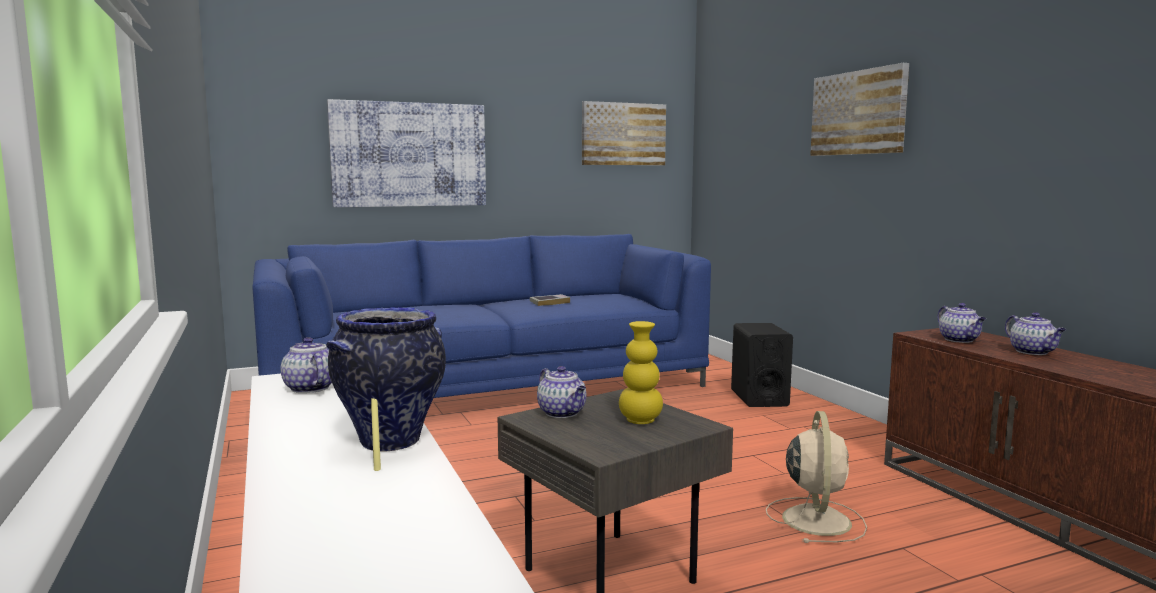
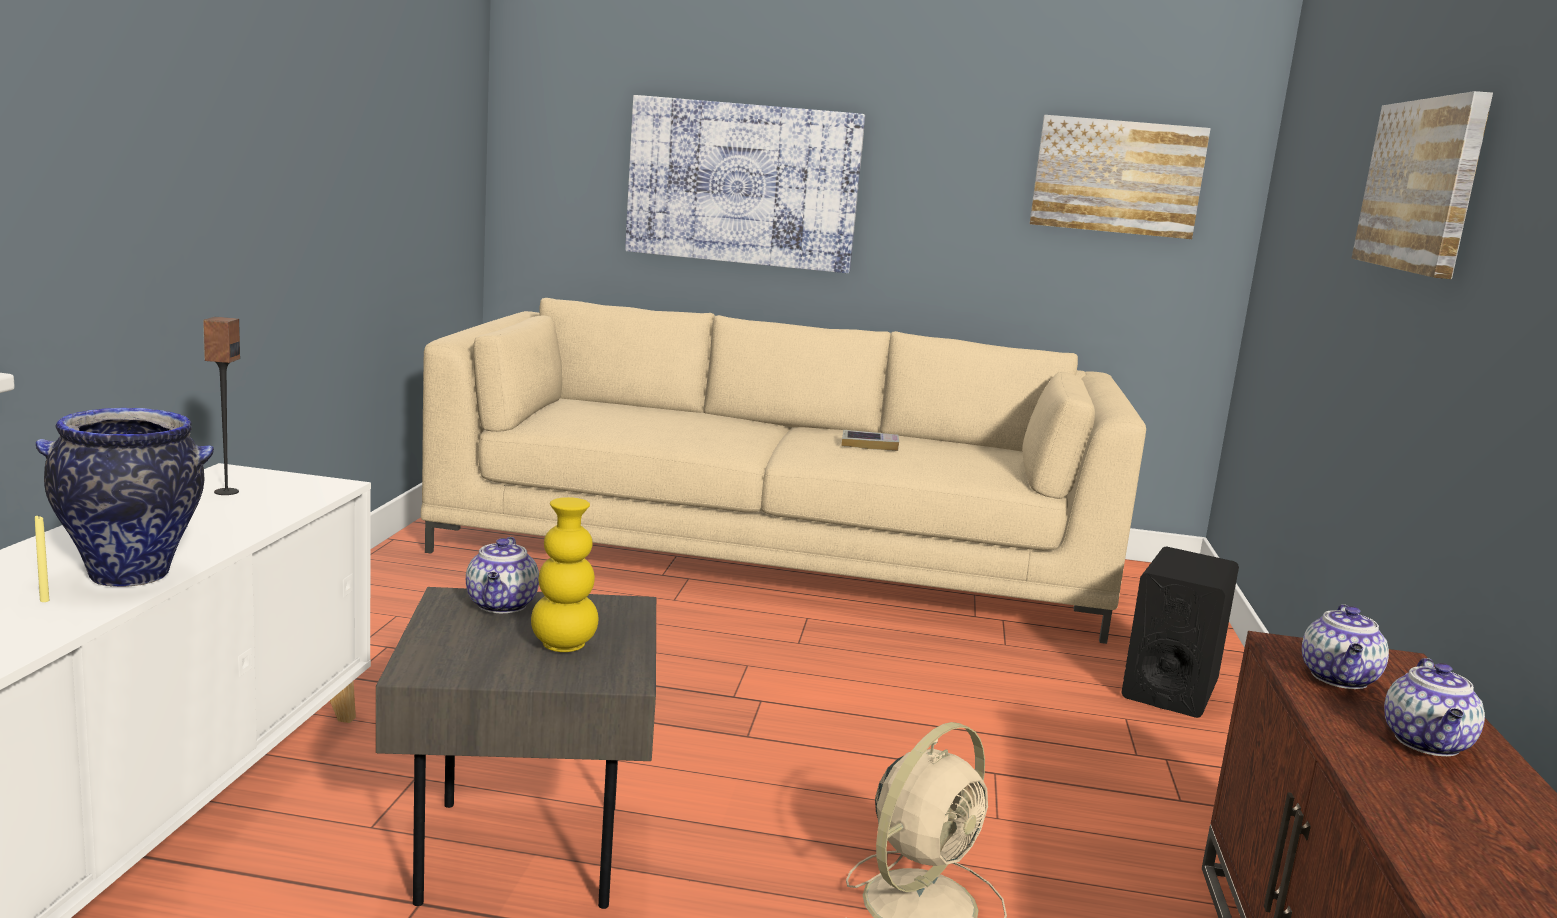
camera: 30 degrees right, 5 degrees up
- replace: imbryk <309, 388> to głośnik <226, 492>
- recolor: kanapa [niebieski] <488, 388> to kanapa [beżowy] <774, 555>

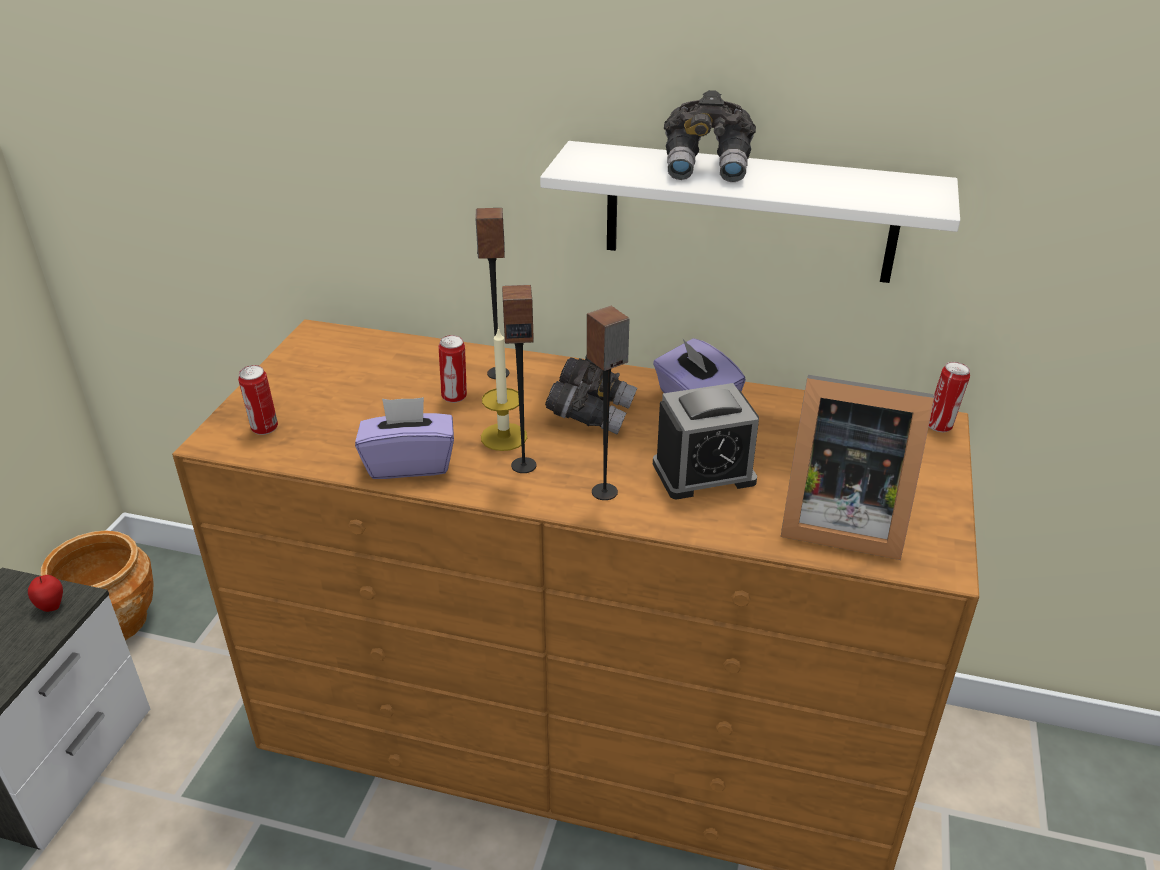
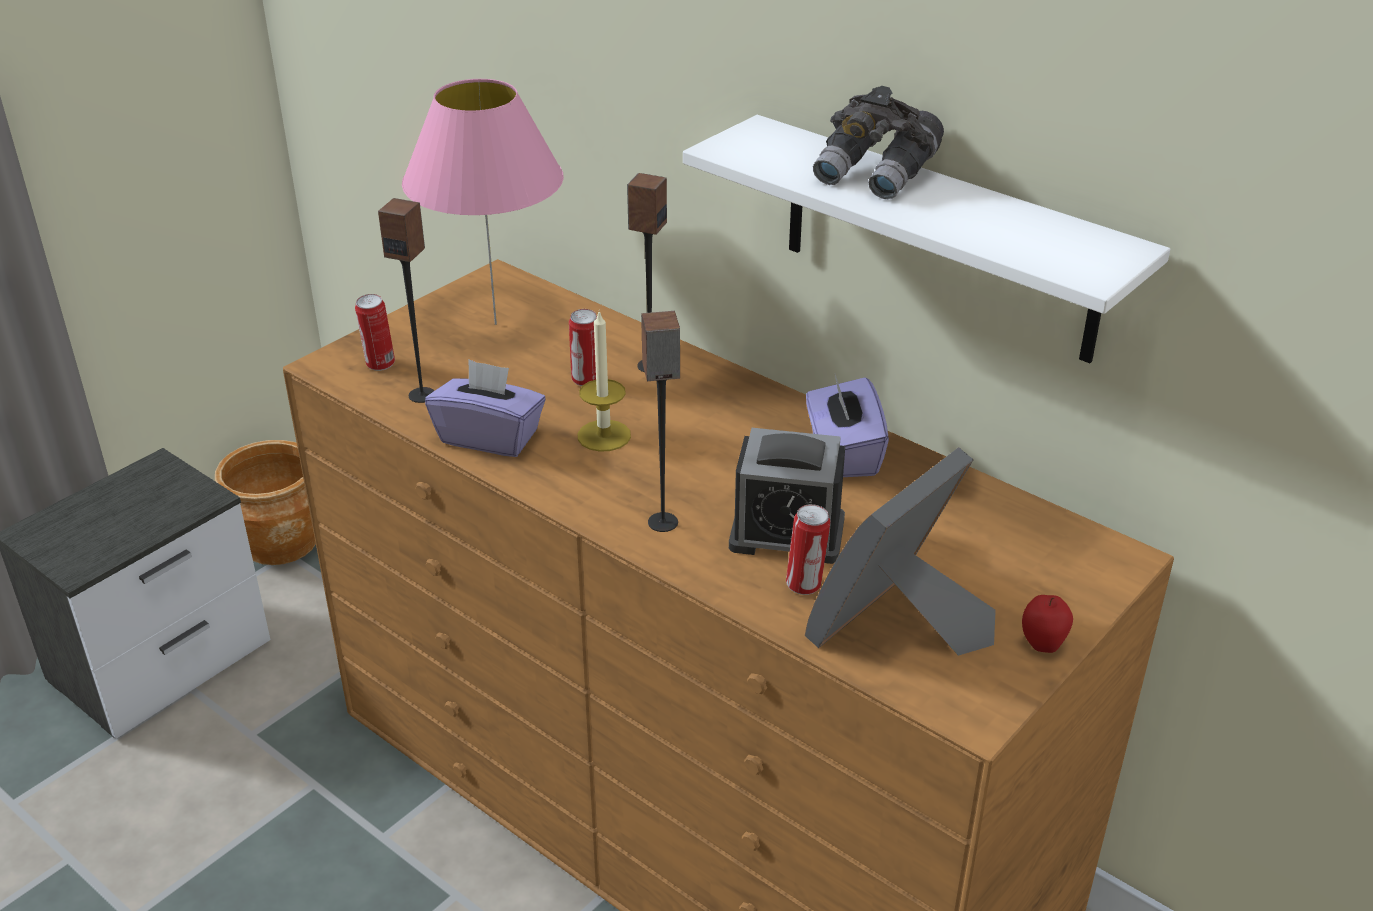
camera: 25 degrees right, 0 degrees up
- delete: lornetka [szary] <591, 413>
- insert: lampa stołowa [różowy] <496, 324>
- move: jabłko <51, 606> to <1042, 644>
- move: głośnik <523, 465> to <422, 395>
- move: puszka <940, 426> to <805, 585>
- rotate: ramka na zdjęcie <838, 520> = <897, 628> 90 degrees clockwise

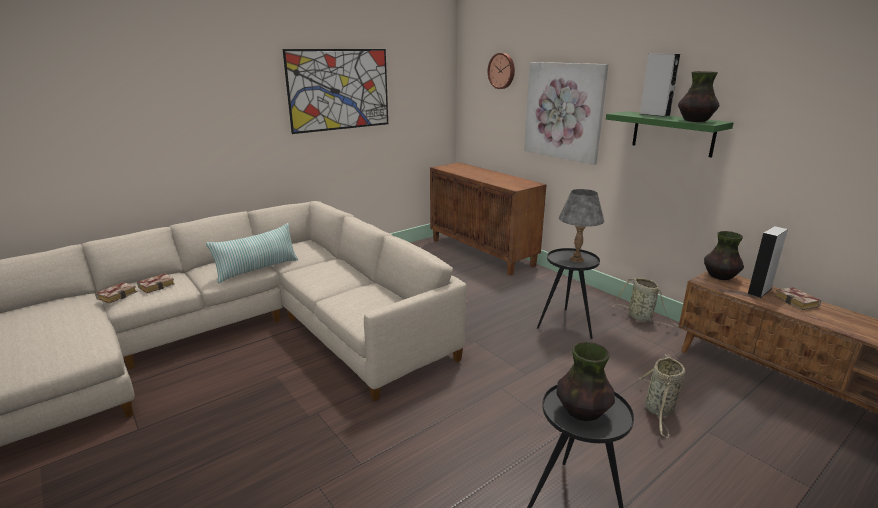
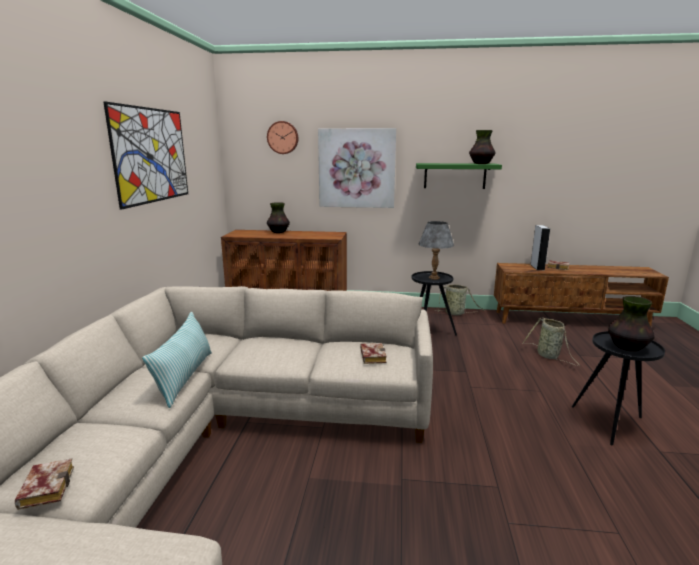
camera: 45 degrees left, 5 degrees down
- delete: głośnik [szary] <654, 114>
- move: książka <157, 285> to <371, 356>
- move: wazon <720, 276> to <278, 232>

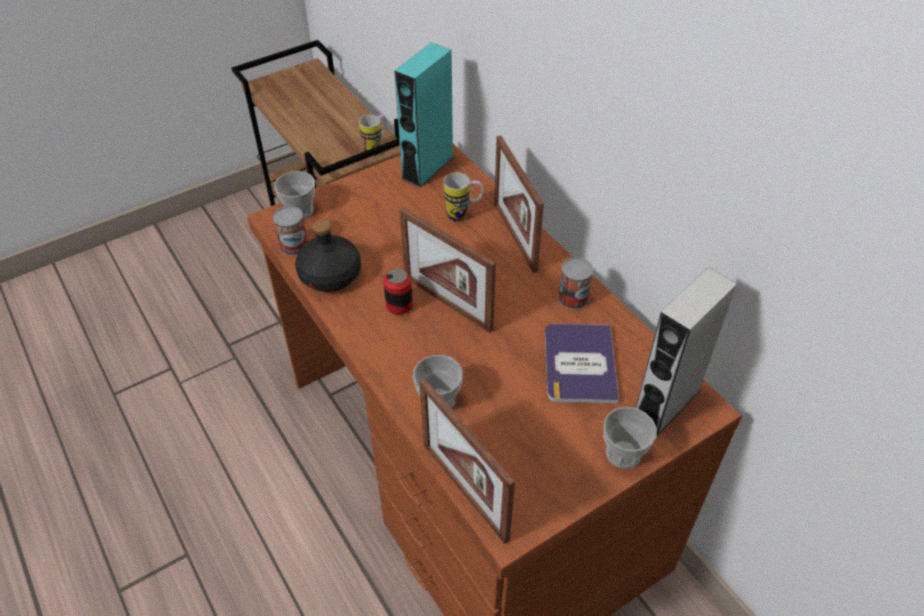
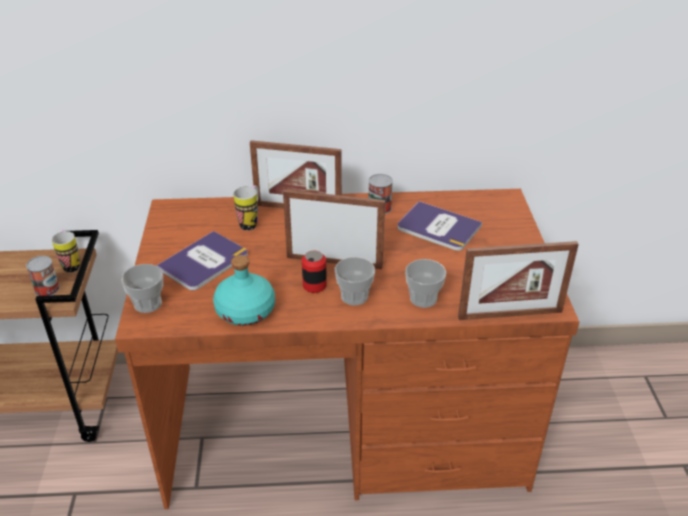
camera: 60 degrees left, 10 degrees down
- delete: głośnik [turkusowy] <427, 167>
- delete: głośnik [szary] <666, 404>
- insert: książka <204, 262>
- move: puszka <293, 245> to <47, 289>
- move: filiżanka <623, 453> to <354, 296>
- recolor: butelka [czarny] <330, 275> to butelka [turkusowy] <246, 311>
- rotate: ramka na zdjęcie <447, 303> = <334, 262> 150 degrees counterclockwise

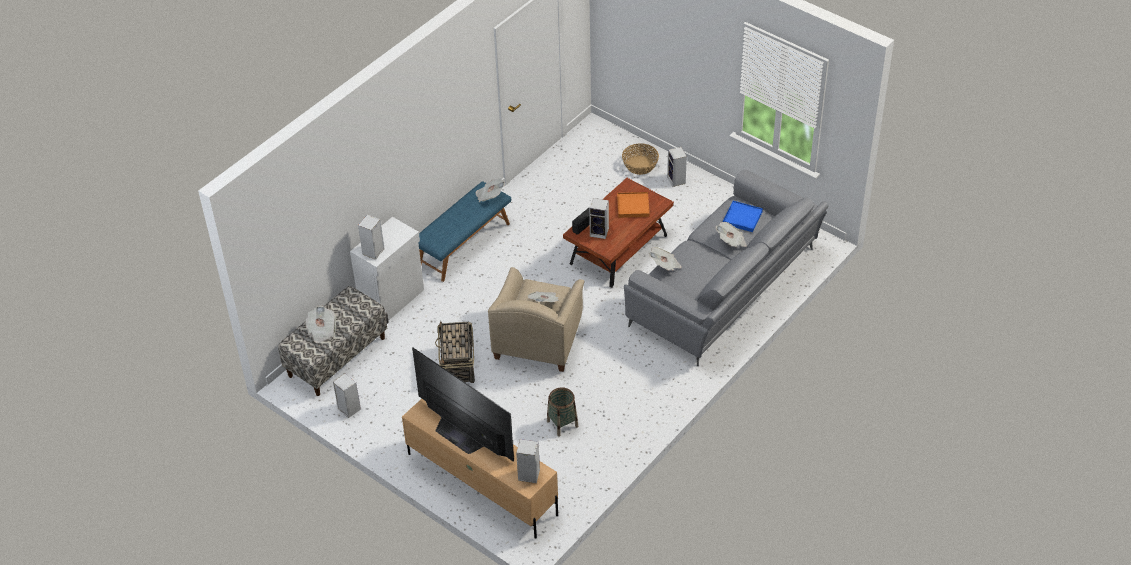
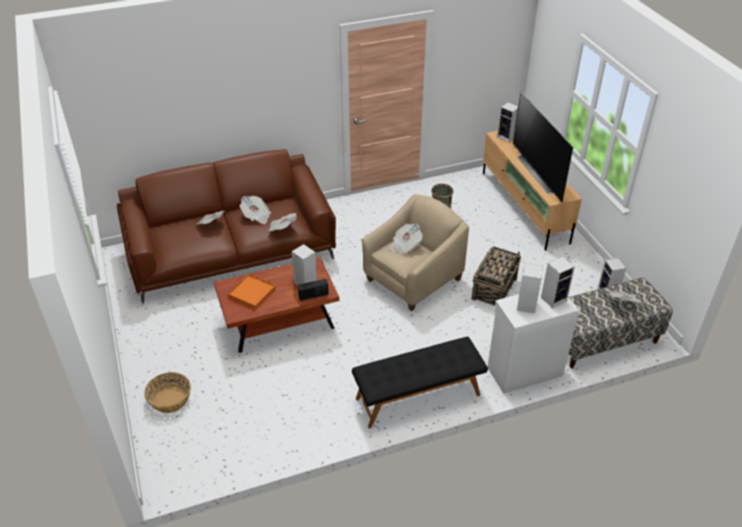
camera: 150 degrees left, 5 degrees down
- delete: taca [niebieski] <742, 218>
- move: gazeta <490, 196> to <256, 216>
- move: głośnik <677, 180> to <526, 304>
- recolor: ławka [niebieski] <463, 244> to ławka [czarny] <418, 397>
- recolor: kanapa [szary] <725, 289> to kanapa [brązowy] <232, 252>

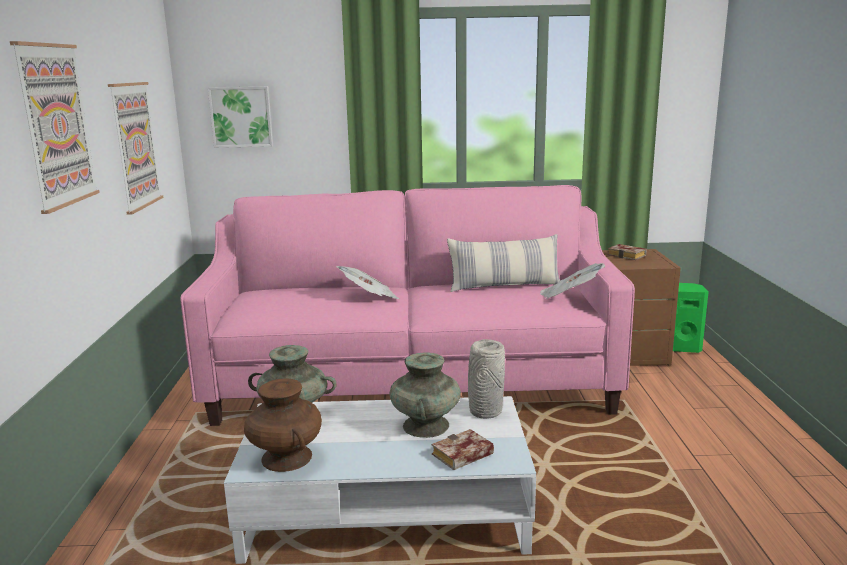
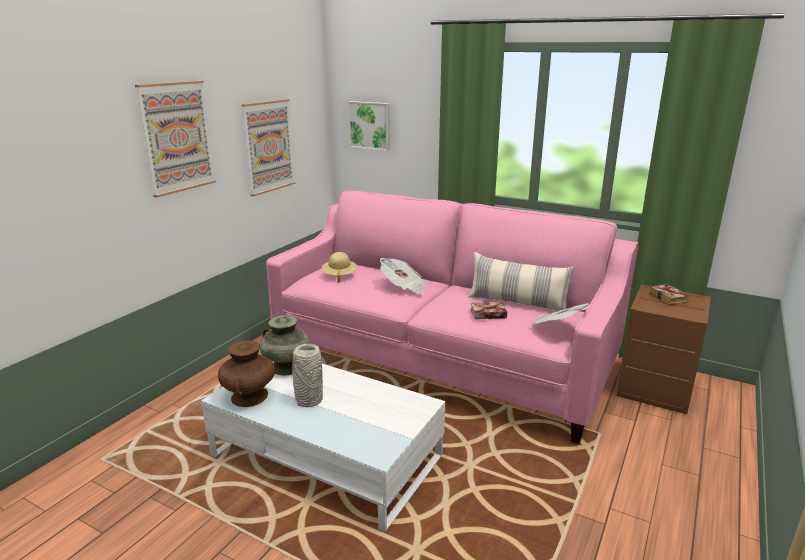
camera: 30 degrees right, 5 degrees up
- delete: wazon [turkusowy] <425, 426>
- delete: głośnik [zielony] <682, 347>
- insert: kapelusz [beżowy] <339, 275>
- move: książka <461, 456> to <487, 315>
- move: wazon [szary] <484, 411> to <308, 400>

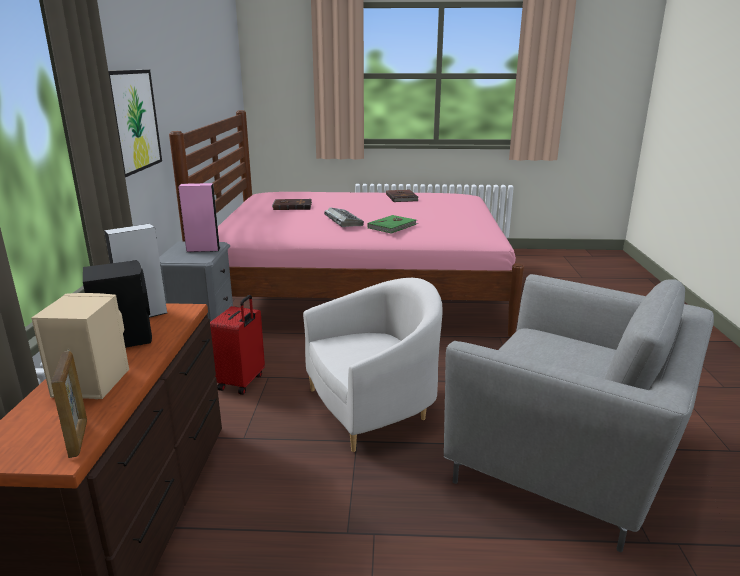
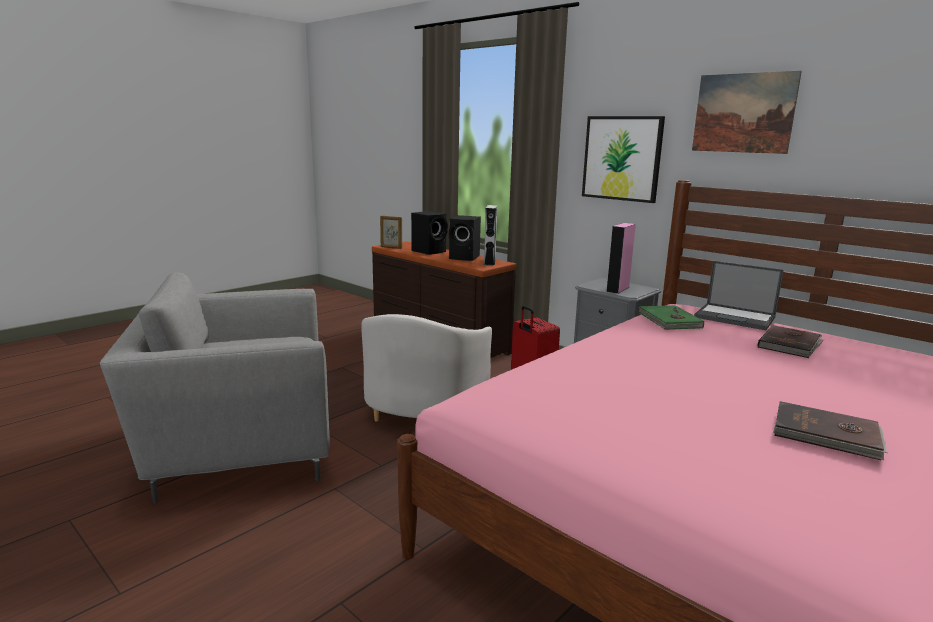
camera: 130 degrees right, 5 degrees down
- delete: klawiatura <343, 221>
- insert: obraz <743, 113>
- insert: laptop <735, 317>
- move: książka [zielony] <393, 226> to <669, 320>
- recolor: głośnik [beżowy] <89, 382> to głośnik [czarny] <429, 251>

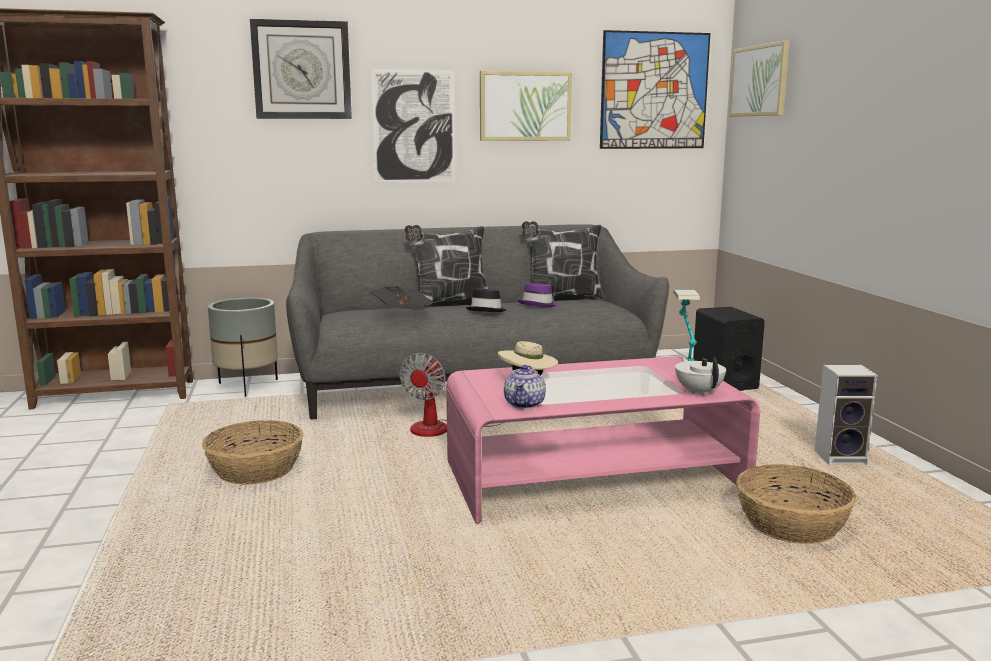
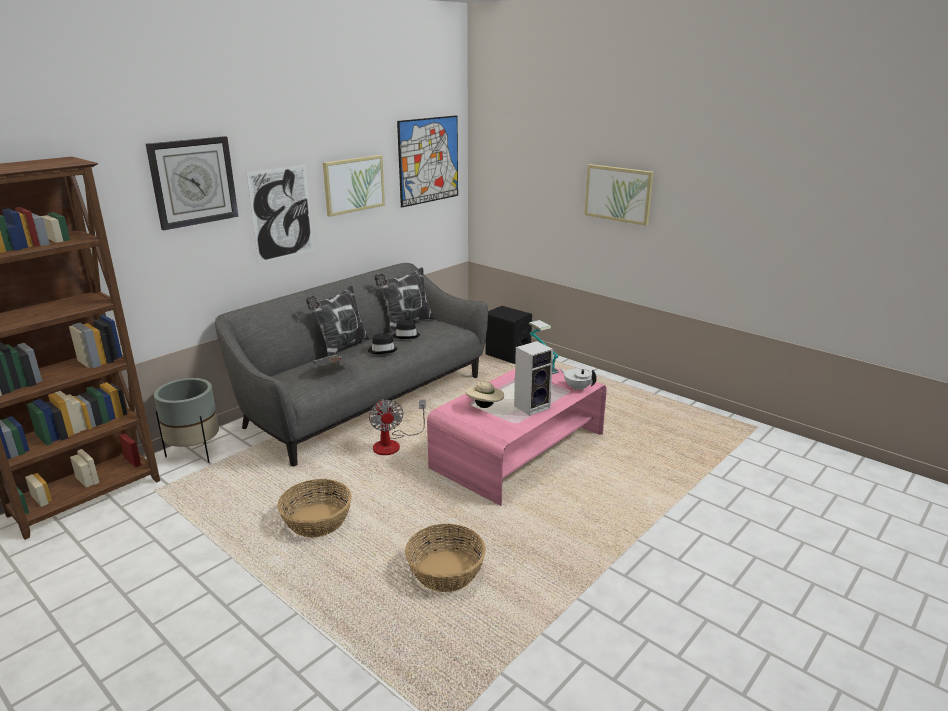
camera: 35 degrees left, 10 degrees up
- delete: imbryk <525, 404>
- move: obraz <760, 80> to <618, 194>
- move: koszyk <790, 524> to <445, 571>
- move: głośnik <841, 458> to <532, 406>
- recolor: kapelusz [fioletowy] <539, 305> to kapelusz [czarny] <406, 336>

